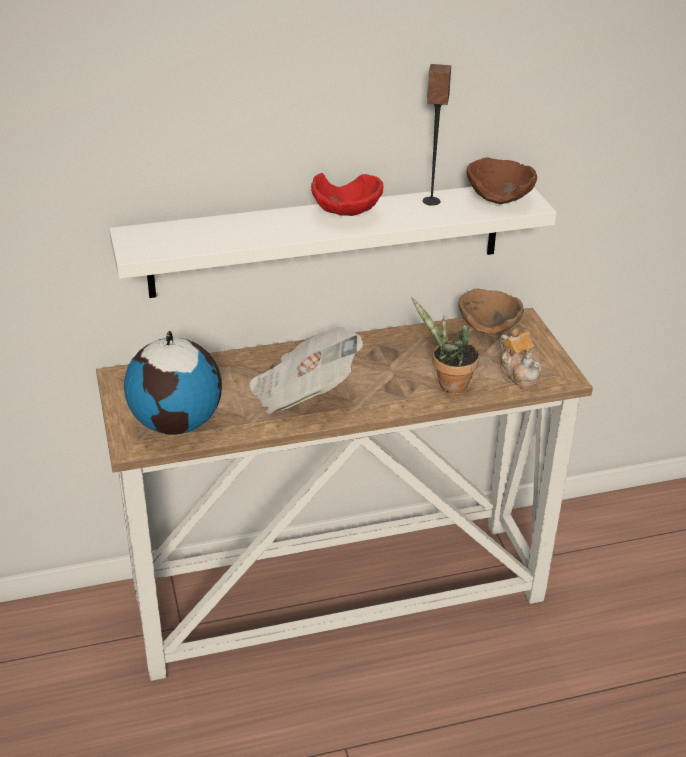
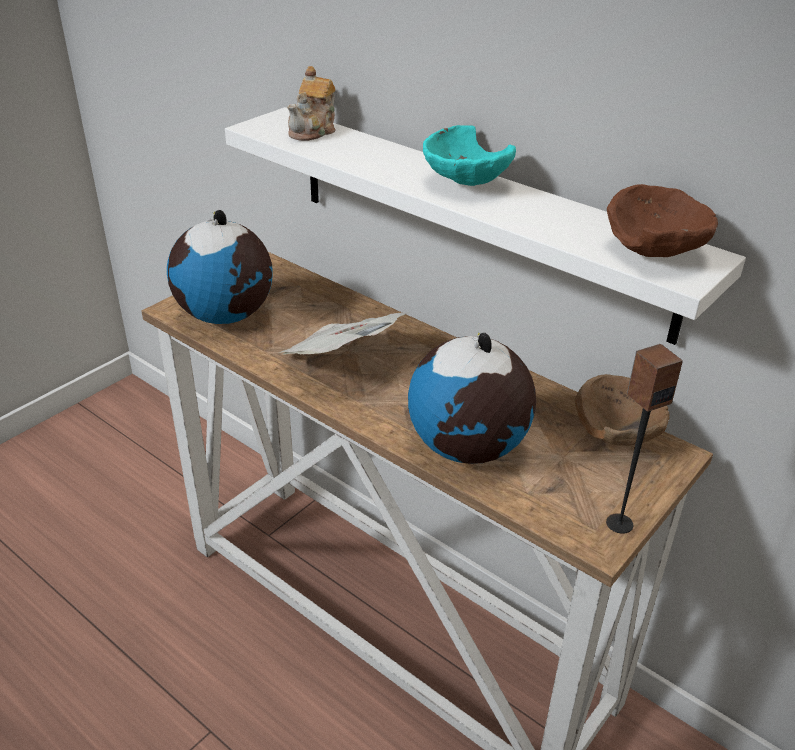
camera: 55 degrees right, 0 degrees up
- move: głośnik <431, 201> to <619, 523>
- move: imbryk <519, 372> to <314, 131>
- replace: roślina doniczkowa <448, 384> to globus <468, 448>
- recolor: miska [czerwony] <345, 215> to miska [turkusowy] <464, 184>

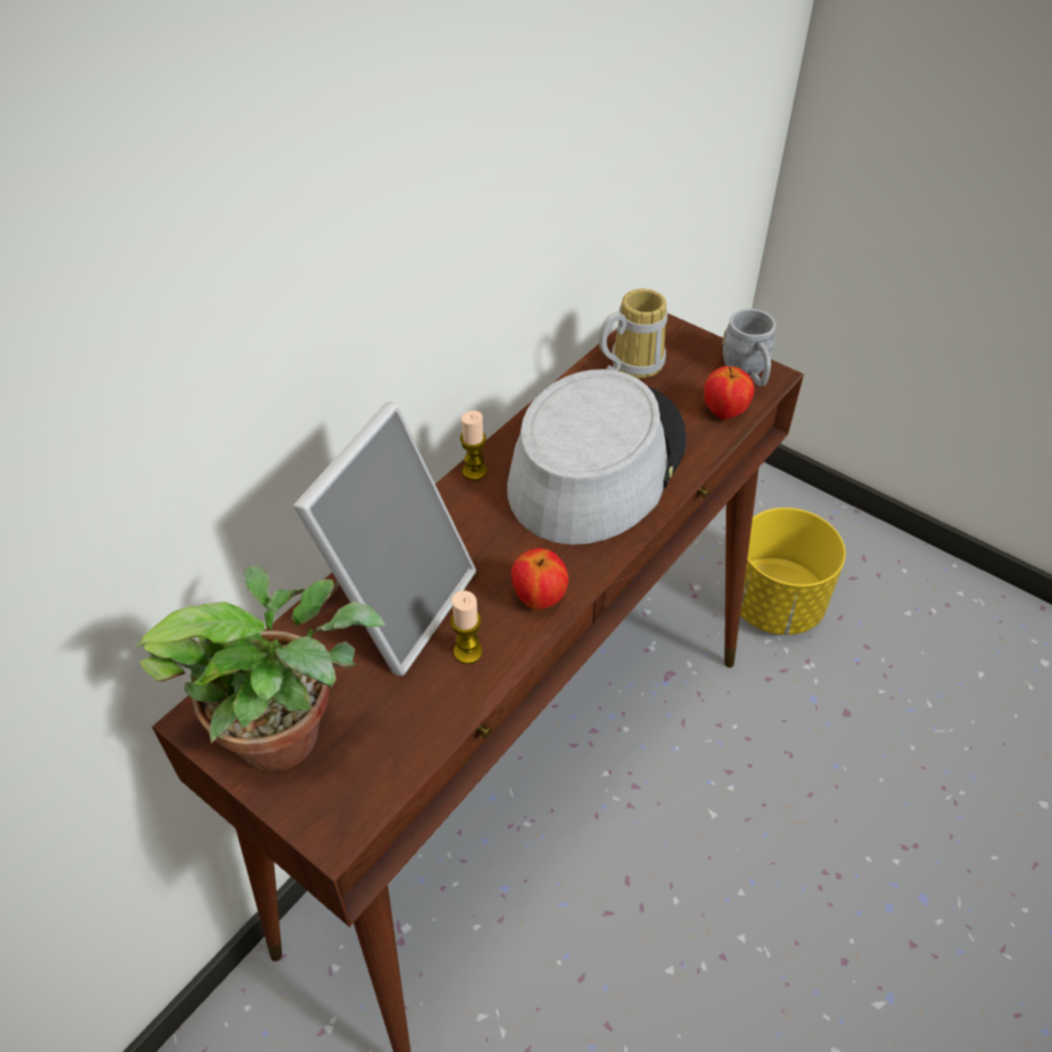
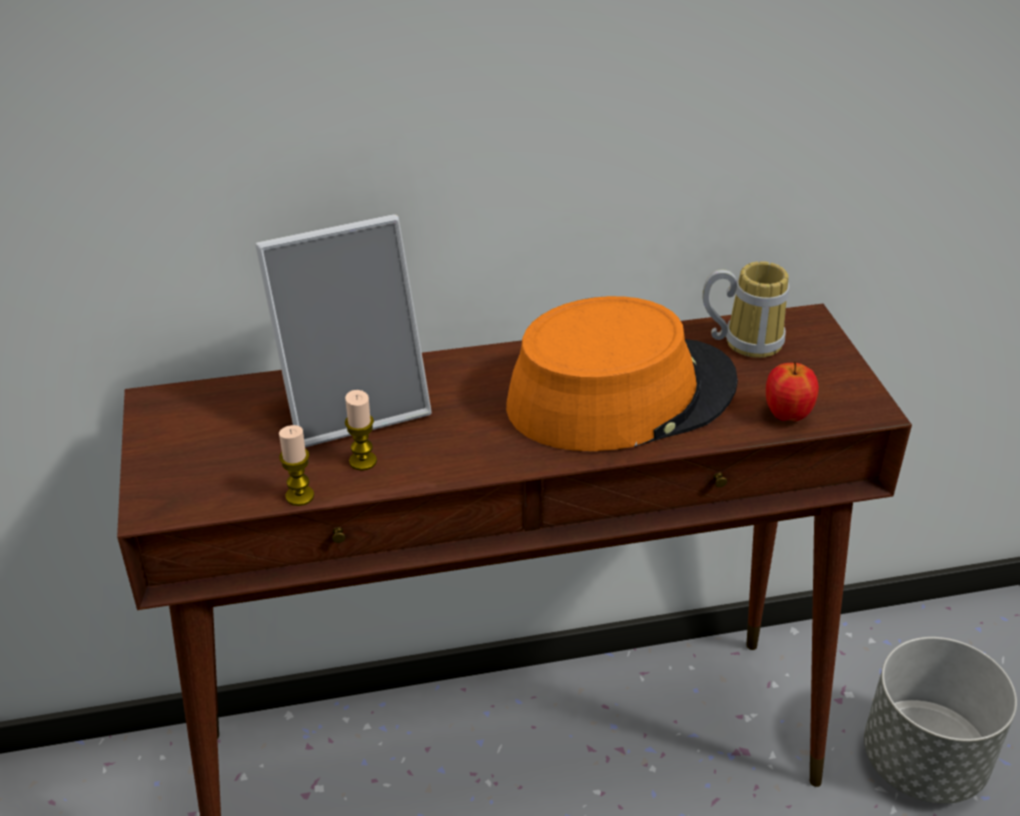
camera: 40 degrees right, 10 degrees down
- delete: roślina doniczkowa <290, 732>
- delete: jabłko <539, 599>
- delete: kubek [szary] <748, 373>
- move: świeca <474, 471> to <300, 496>
- recolor: kapelusz [szary] <596, 463> to kapelusz [pomarańczowy] <621, 395>
- recolor: donica [żółty] <774, 605> to donica [szary] <921, 761>

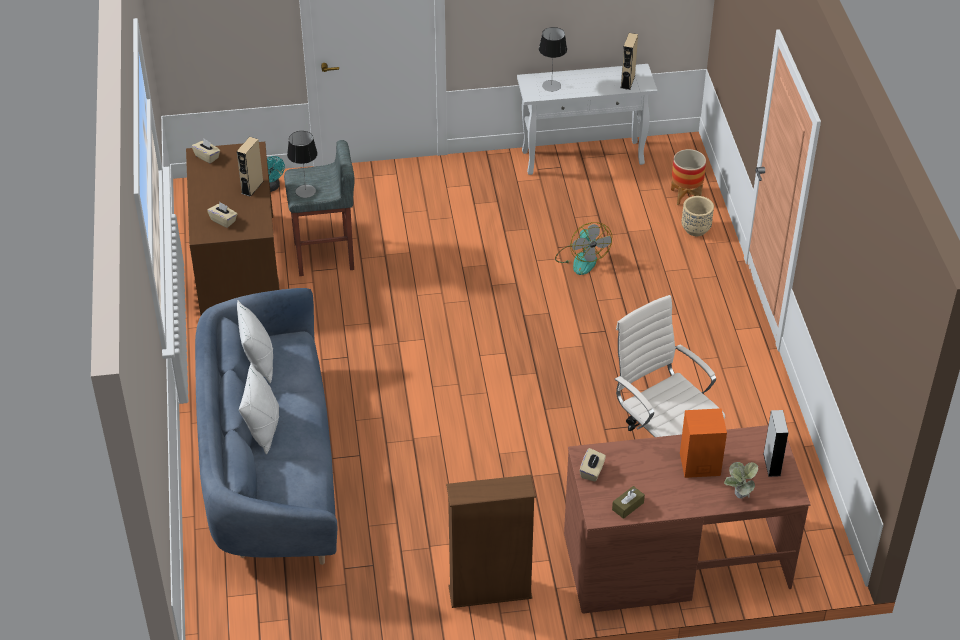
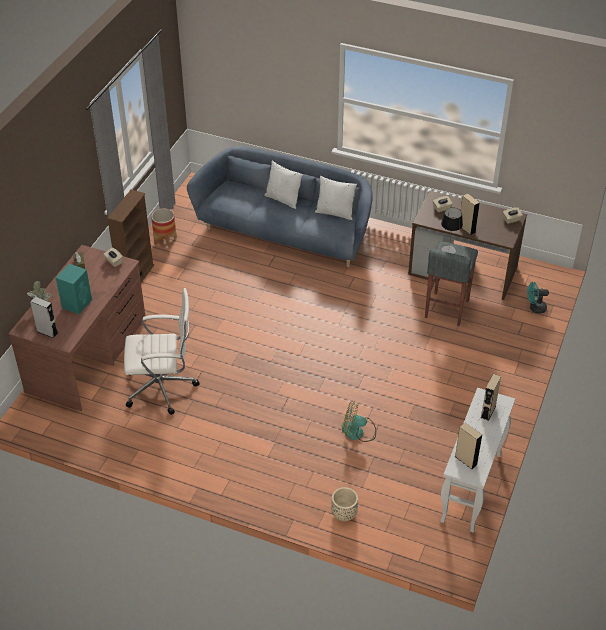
camera: 120 degrees right, 0 degrees up
- move: donica <685, 195> to <165, 240>
- replace: lampa stołowa <551, 86> to głośnik [beżowy] <488, 411>
- recolor: głośnik [pomarańczowy] <698, 464> to głośnik [turkusowy] <77, 303>

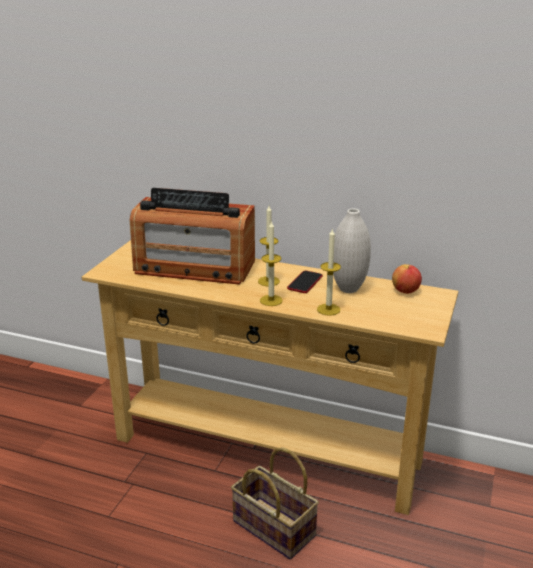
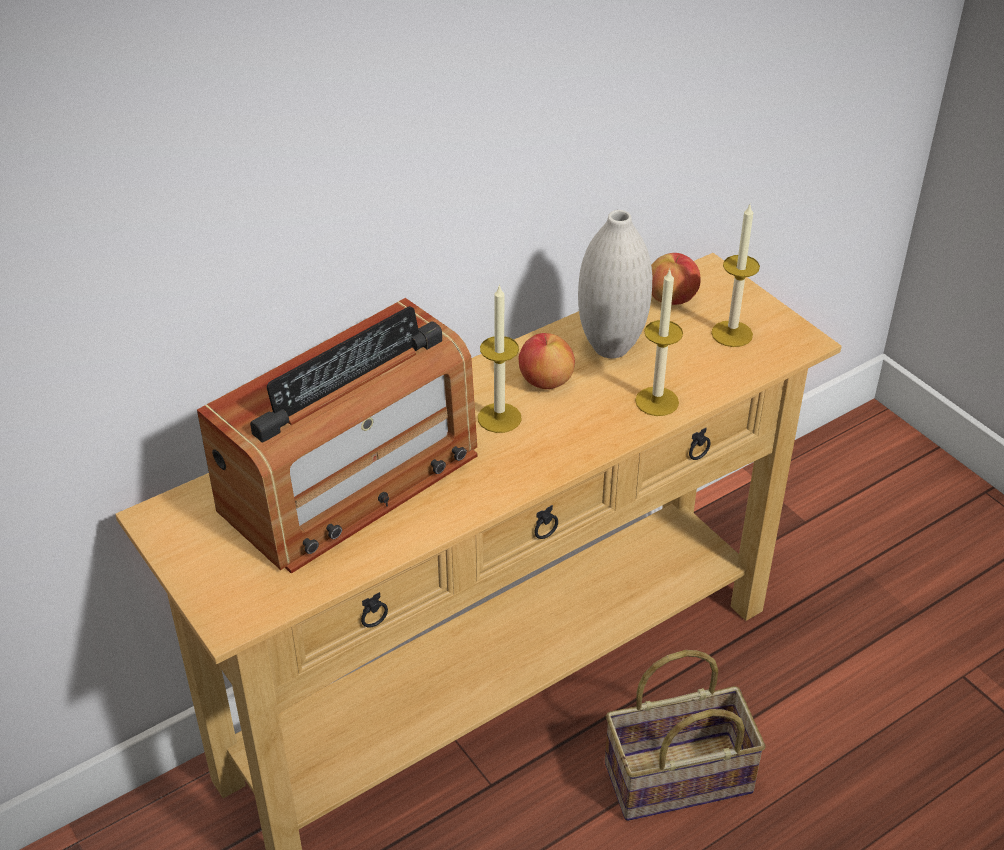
camera: 55 degrees left, 15 degrees up
- move: świeca <271, 300> to <732, 334>
- replace: telefon <305, 282> to jabłko <545, 381>

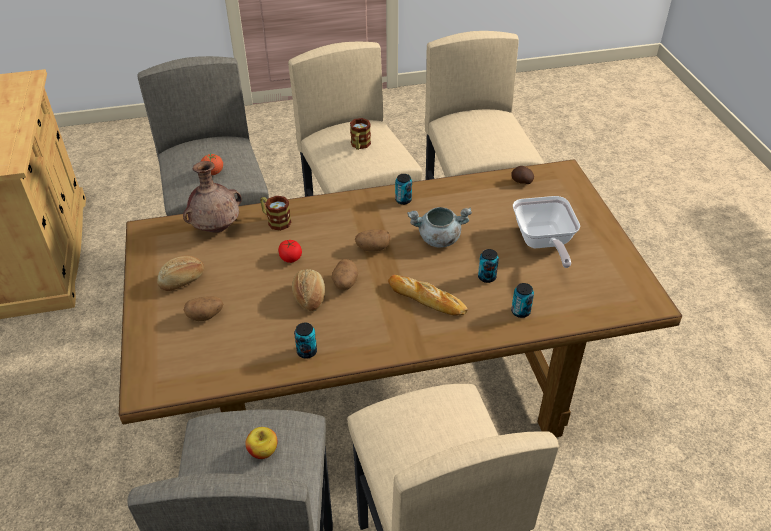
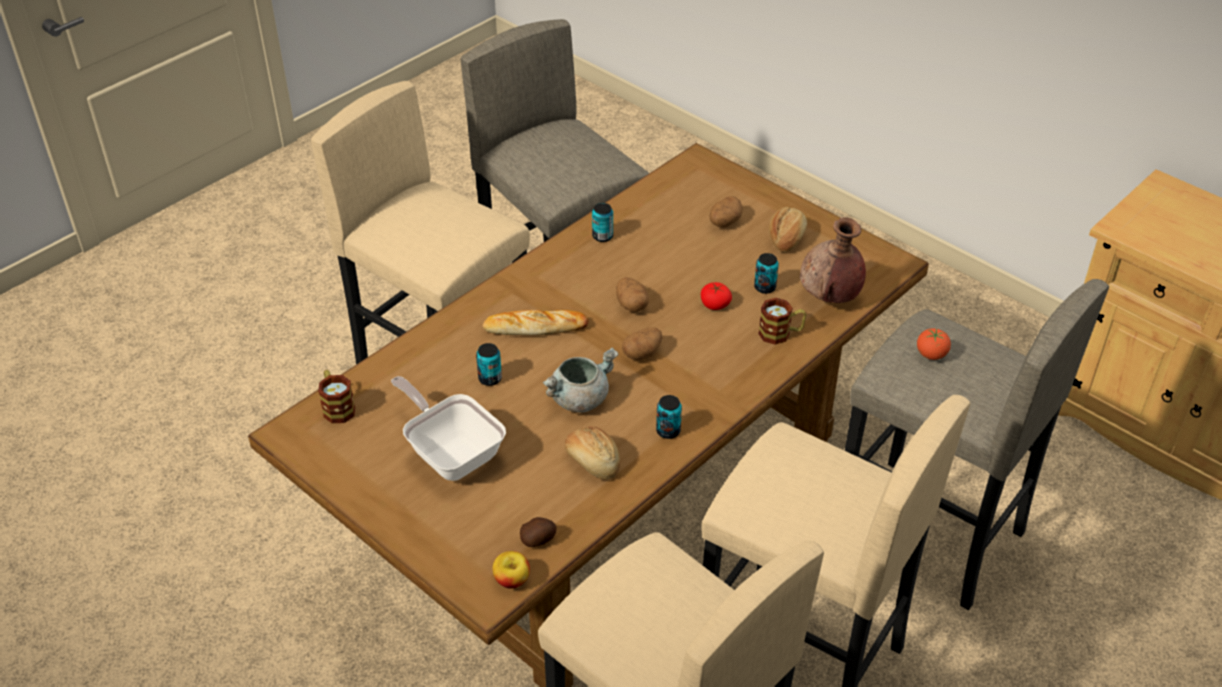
camera: 145 degrees right, 0 degrees up
- move: jabłko <263, 451> to <512, 580>
- move: chleb <309, 297> to <592, 461>
- move: kubek <360, 145> to <337, 407>
- move: puszka <520, 312> to <765, 287>

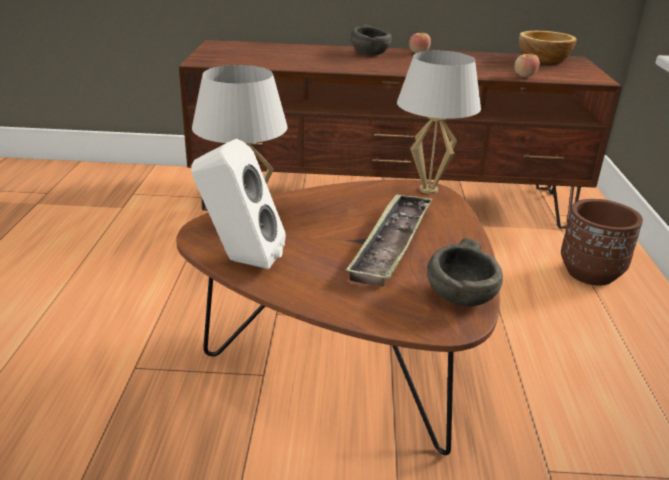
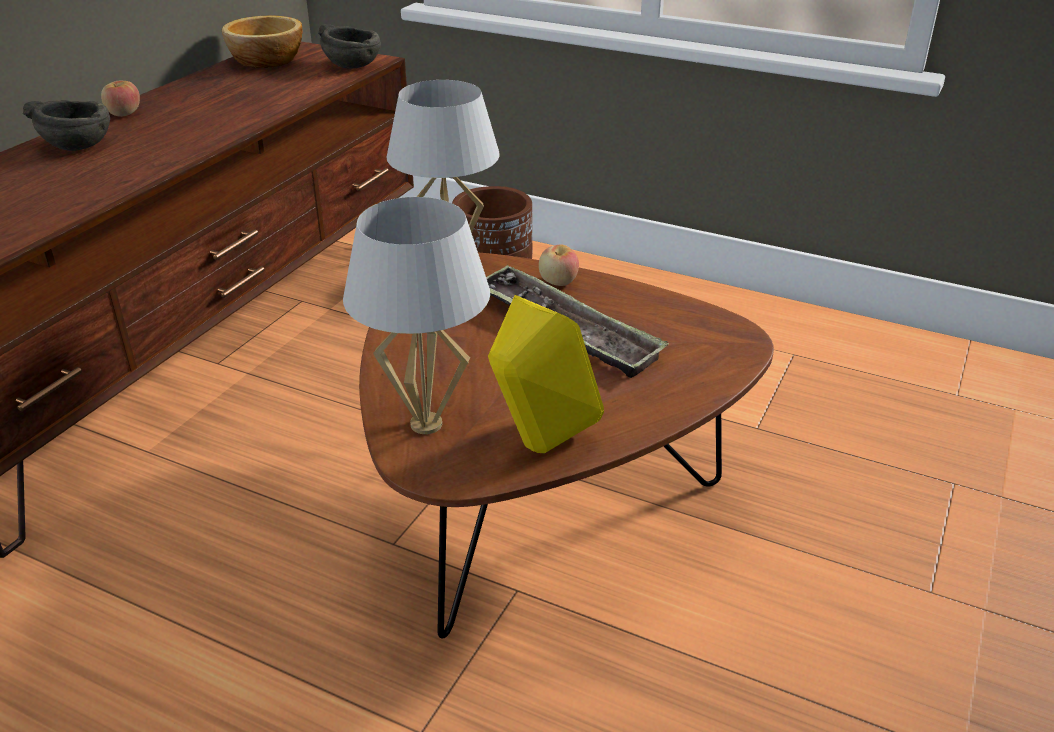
camera: 65 degrees left, 5 degrees up
- move: miska [szary] <462, 296> to <352, 65>
- move: jabłko <524, 76> to <558, 282>
- recolor: głośnik [biały] <240, 261> to głośnik [żółty] <540, 449>

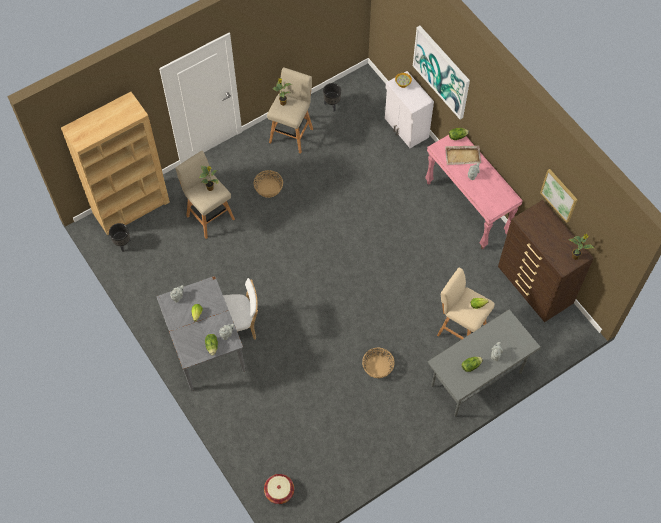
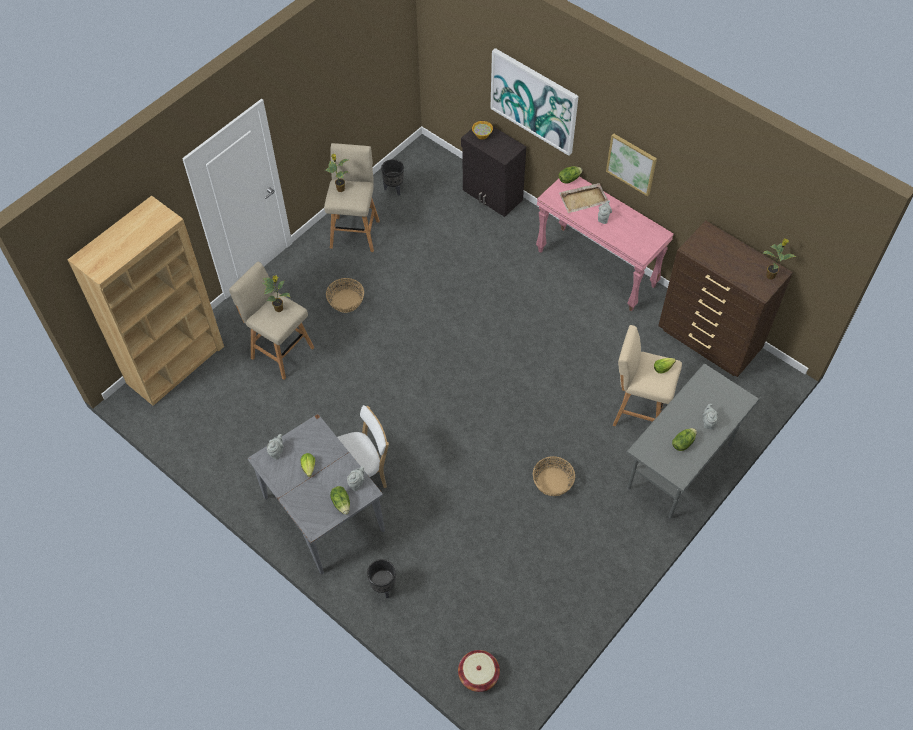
camera: 15 degrees left, 5 degrees down
- move: donica [czarny] <123, 244> to <383, 587>
- move: obraz <559, 195> to <631, 164>
- recolor: szafka [biały] <406, 128> to szafka [czarny] <492, 195>

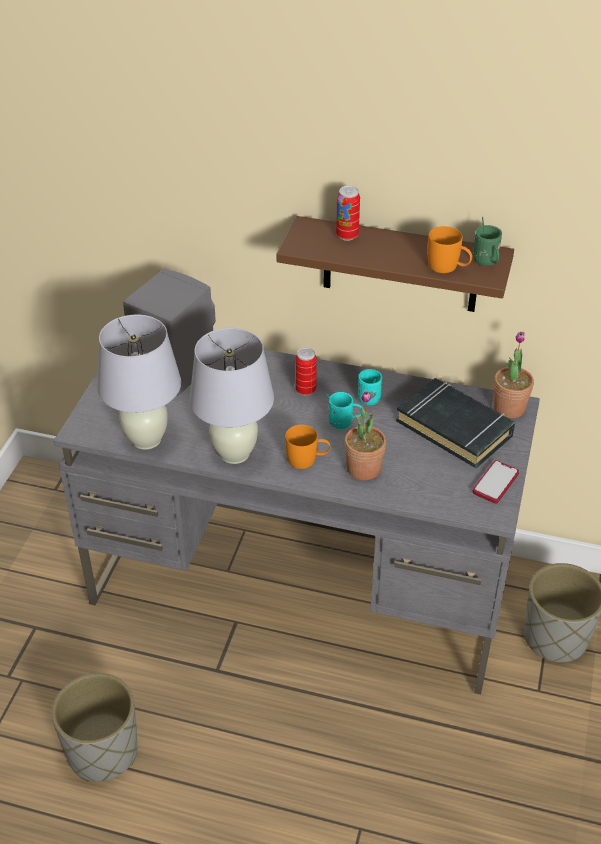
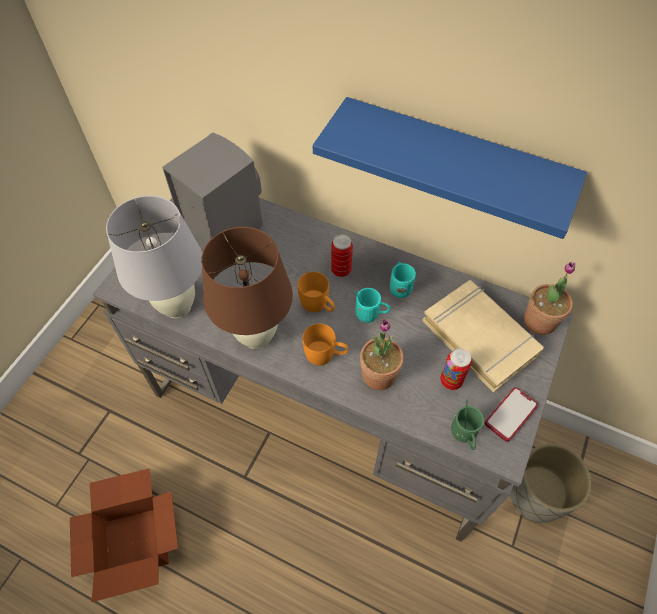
camera: 10 degrees right, 15 degrees up
- move: puszka <347, 235> to <451, 381>
- move: kubek [pomarańczowy] <448, 267> to <318, 305>
- move: kubek [zielony] <486, 263> to <464, 435>
- replace: donica [szary] <103, 751> to karton <137, 539>
- recolor: lampa stołowa [biały] <235, 453> to lampa stołowa [brązowy] <256, 336>
- recolor: półka [brązowy] <400, 265> to półka [niebieski] <453, 166>
- recolor: książka [czarny] <455, 428> to książka [beżowy] <480, 338>

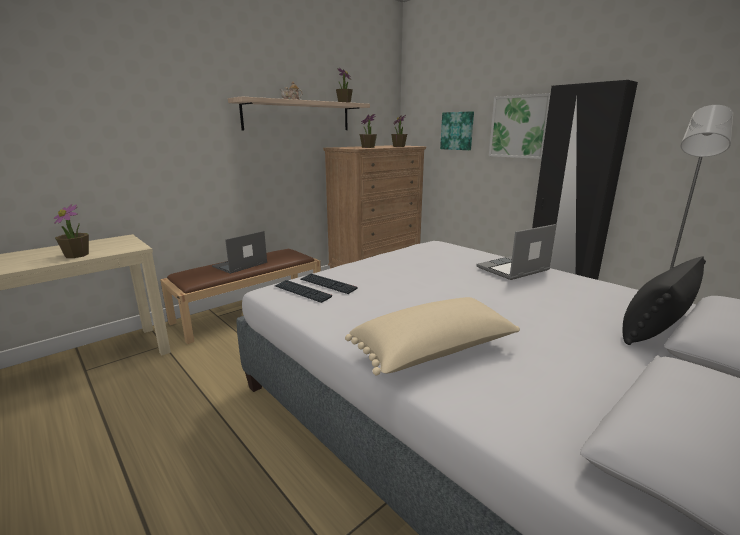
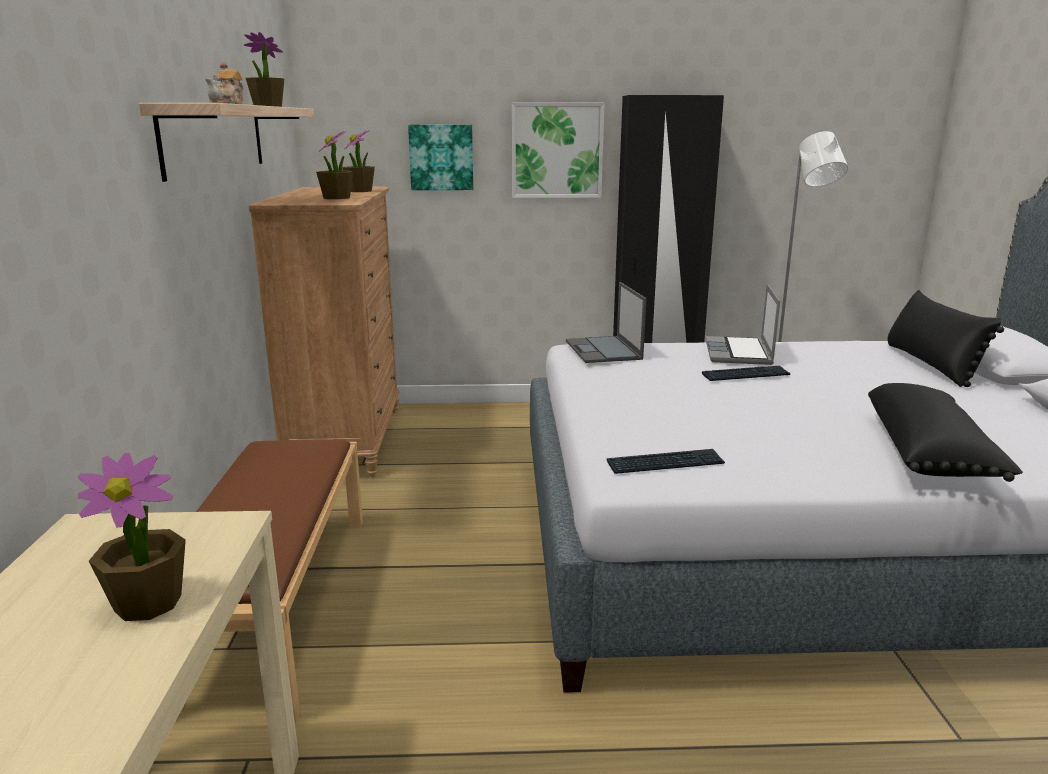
camera: 50 degrees left, 0 degrees up
- move: laptop <239, 265> to <603, 350>
- move: klawiatura <328, 284> to <745, 375>
- recolor: poduszka [beżowy] <434, 353> to poduszka [czarny] <930, 453>

